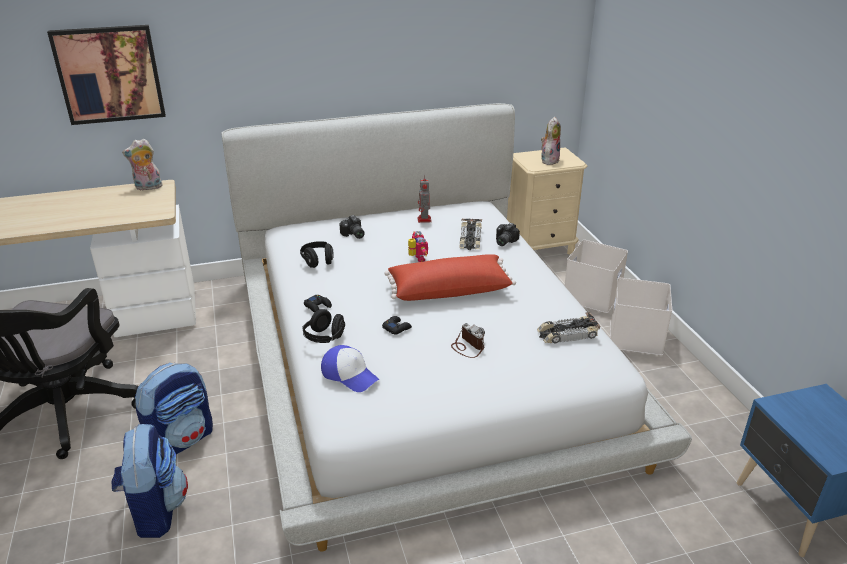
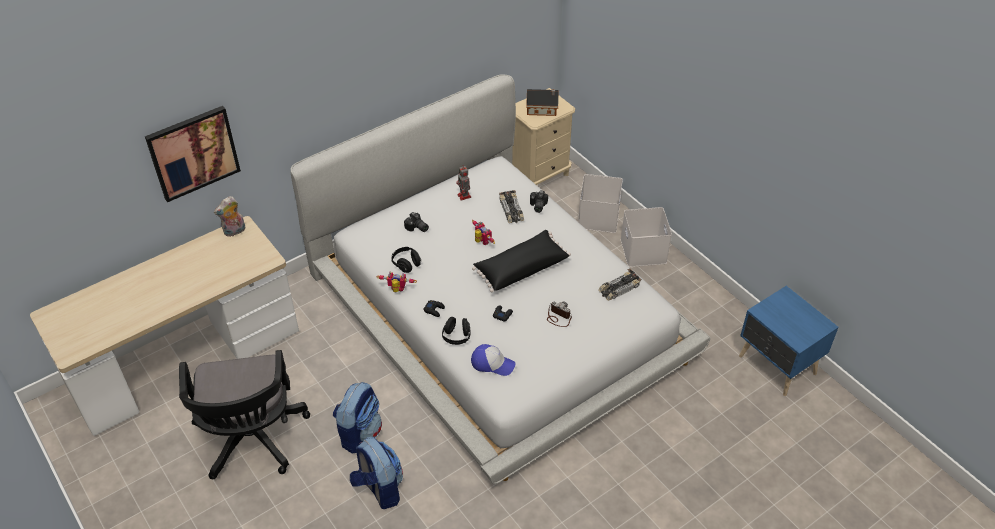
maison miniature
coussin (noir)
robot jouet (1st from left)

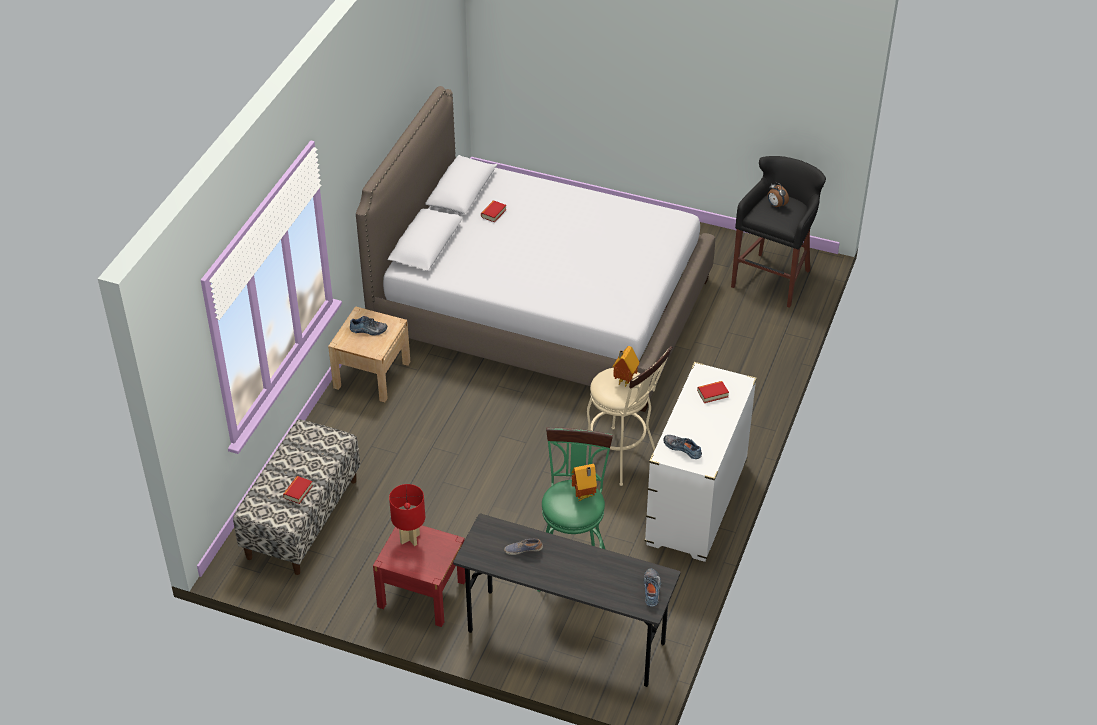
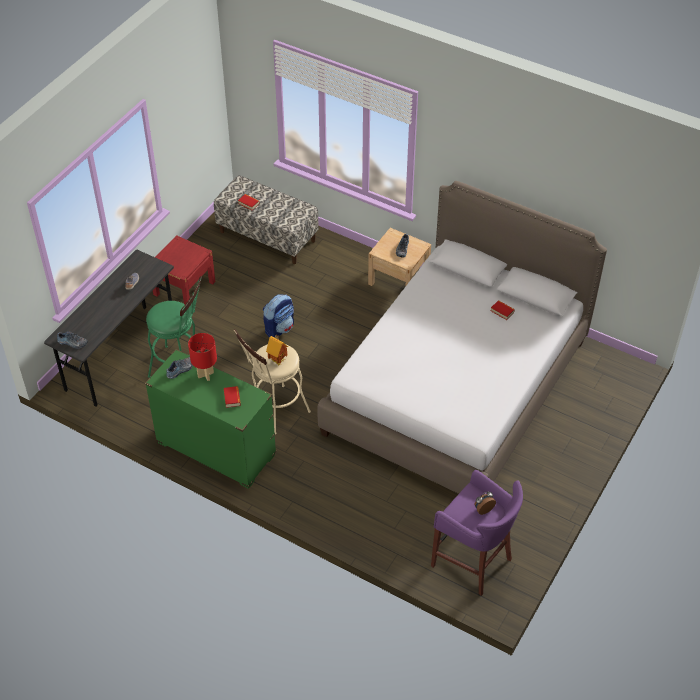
tabouret (violet)
commode (vert)
maison miniature (1st from left in the first image)
lampe de table (rouge)
sac à dos

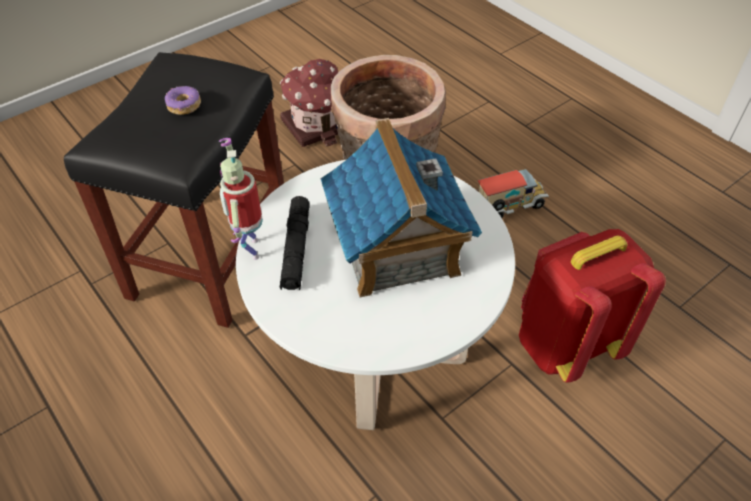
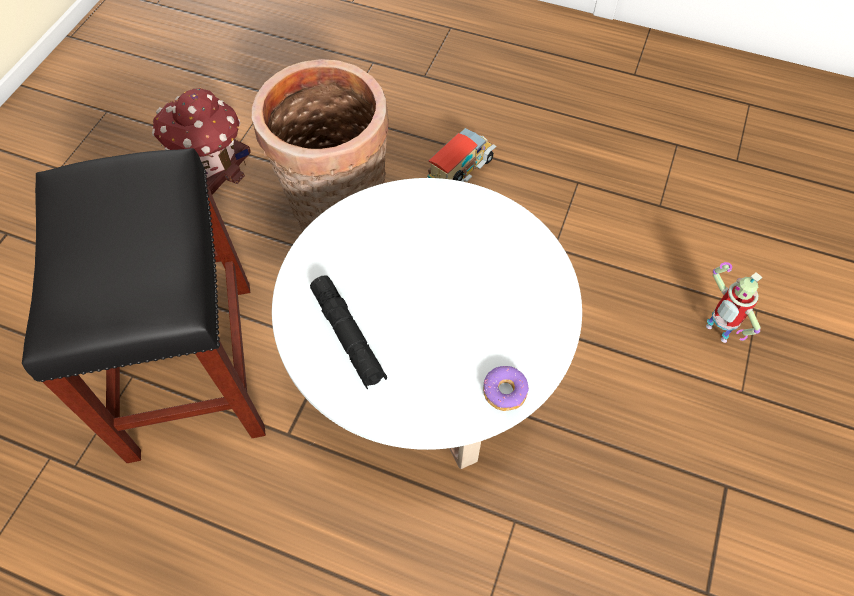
beignet
maison miniature (2nd from left in the first image)
robot jouet
sac à dos (rouge)

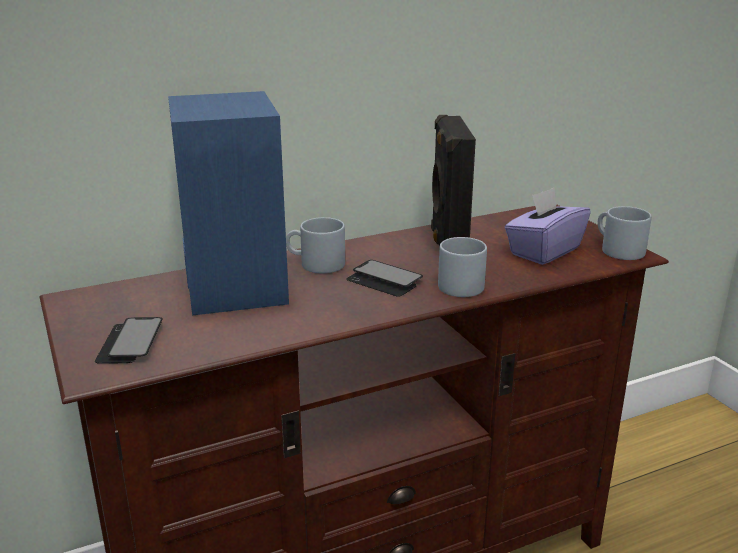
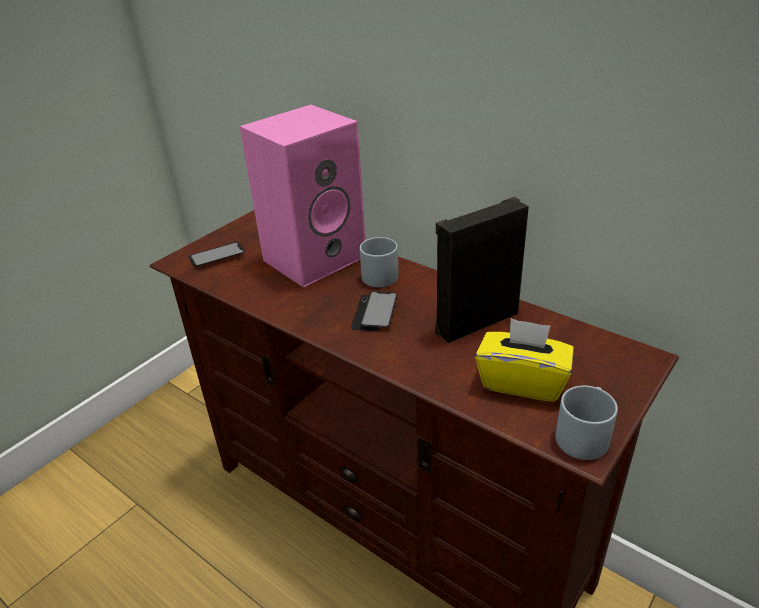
enceinte (rose)
boîte à mouchoirs (jaune)
mug (gris) (2nd from left in the first image)

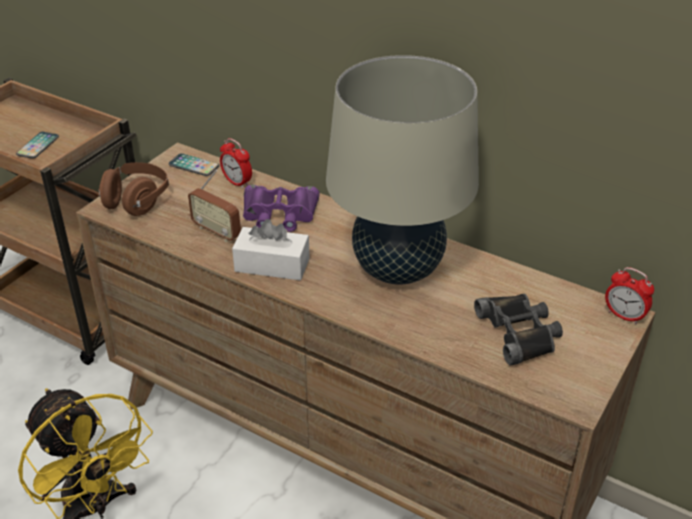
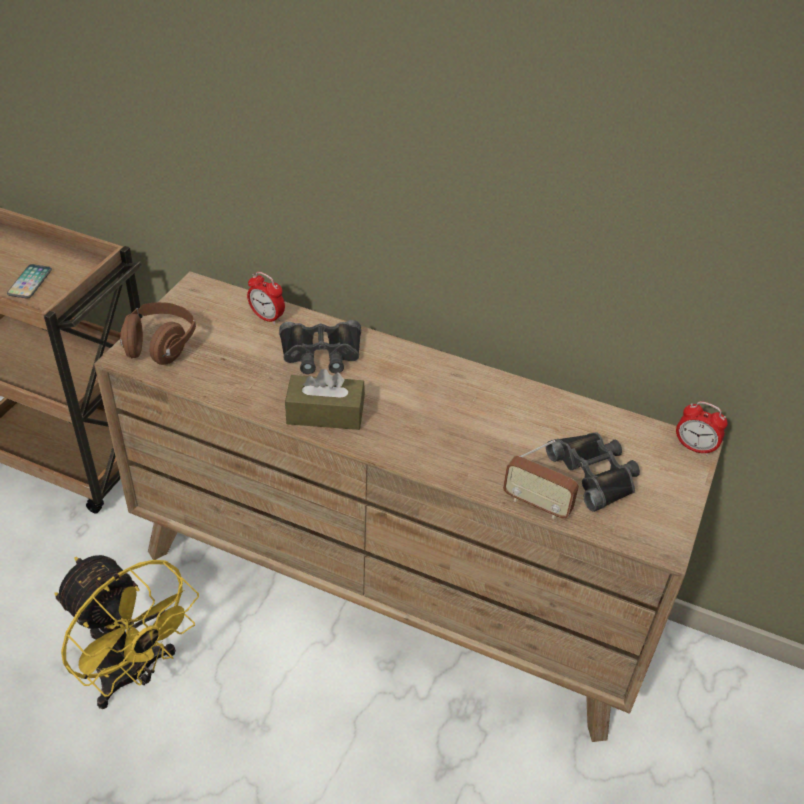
lampe de table (beige)
téléphone (2nd from left in the first image)
radio
jumelles (noir) (1st from left)
boîte à mouchoirs (marron)

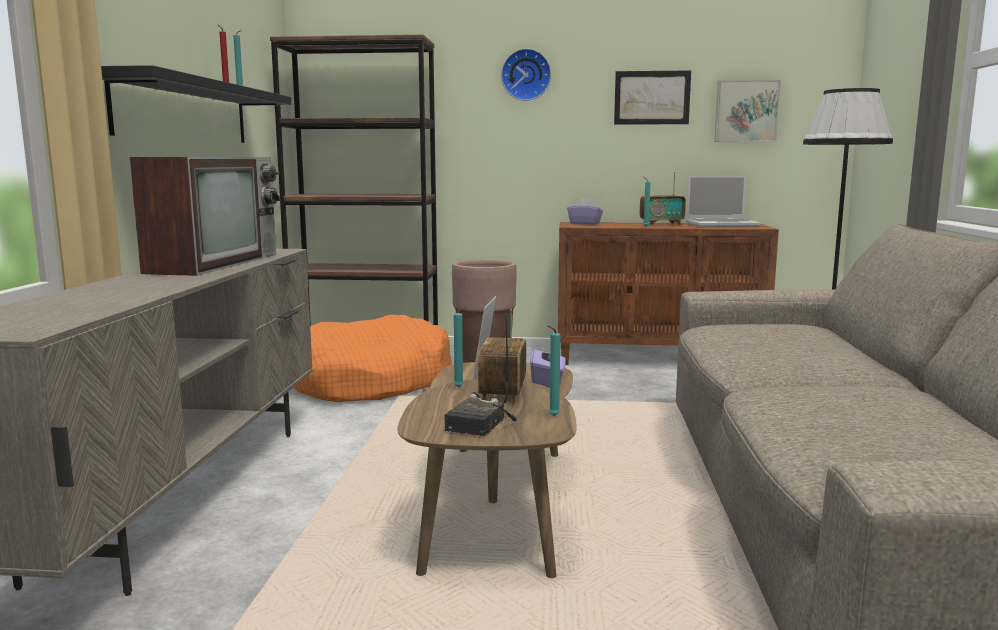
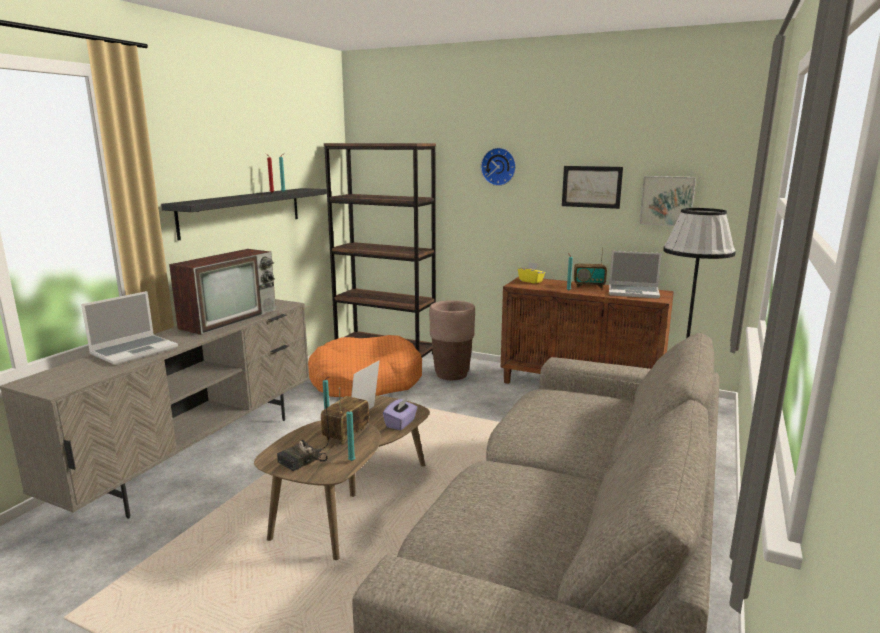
boîte à mouchoirs (jaune)
ordinateur portable (1st from left)

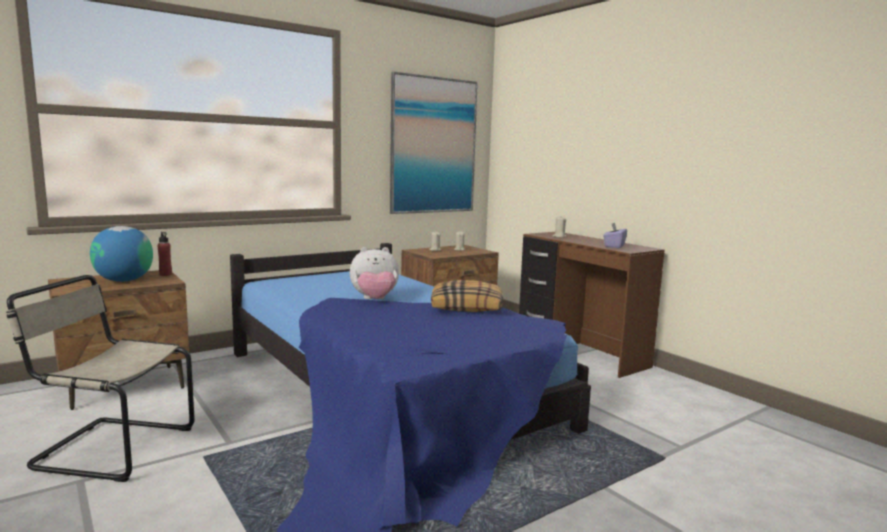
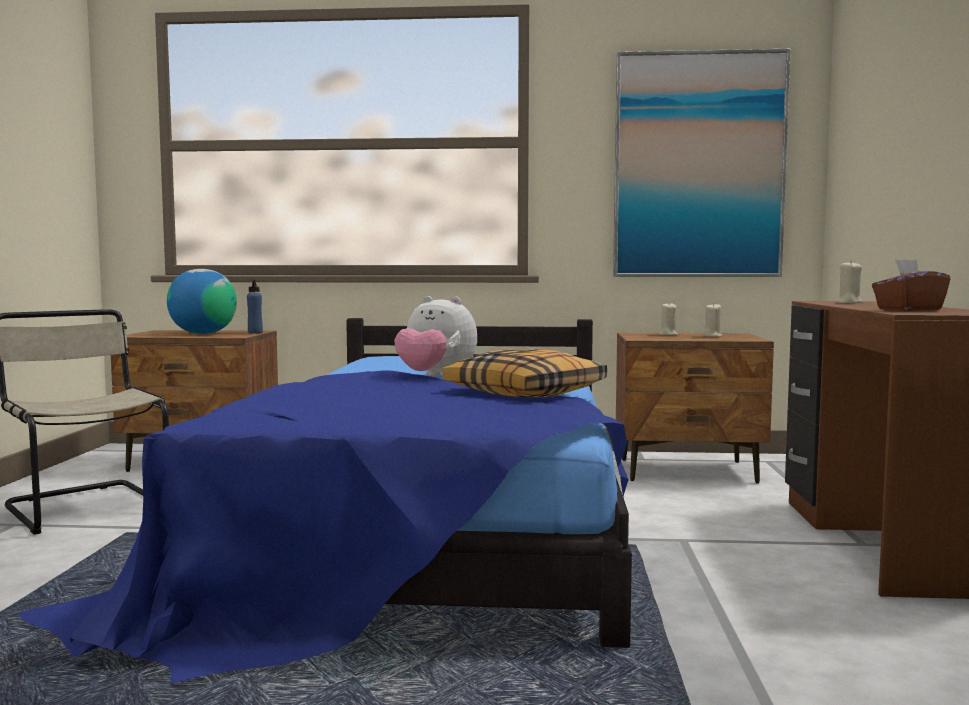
boîte à mouchoirs (marron)
bouteille (bleu)

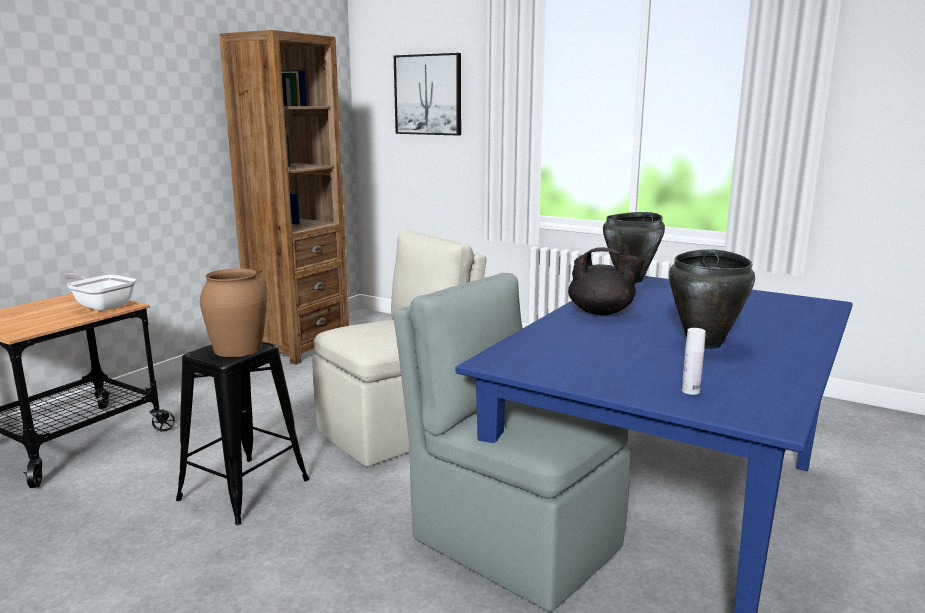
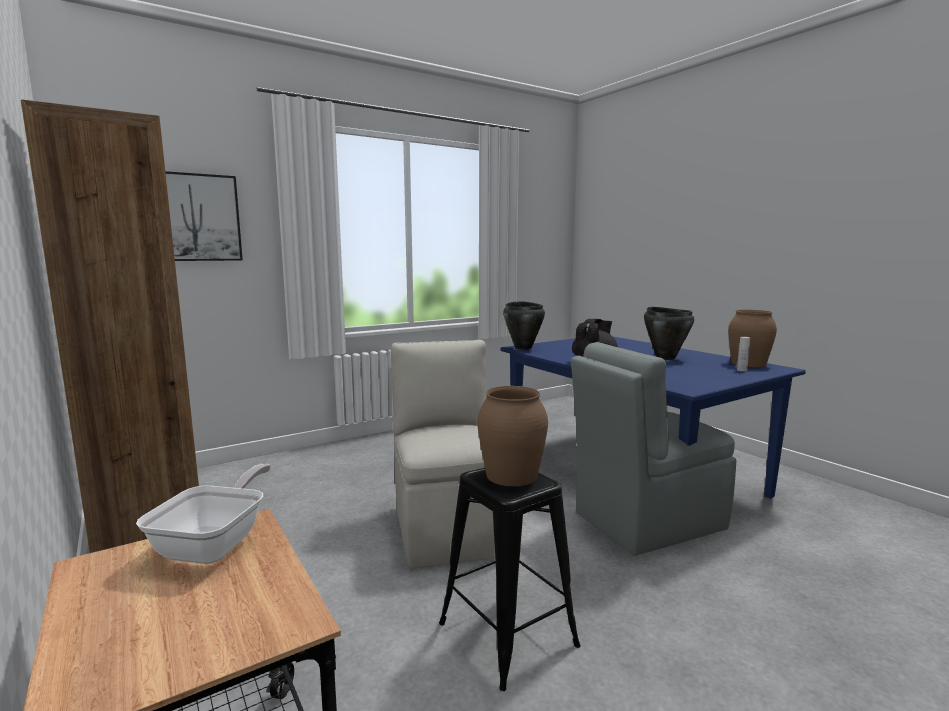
poêle
vase (marron) (2nd from left)

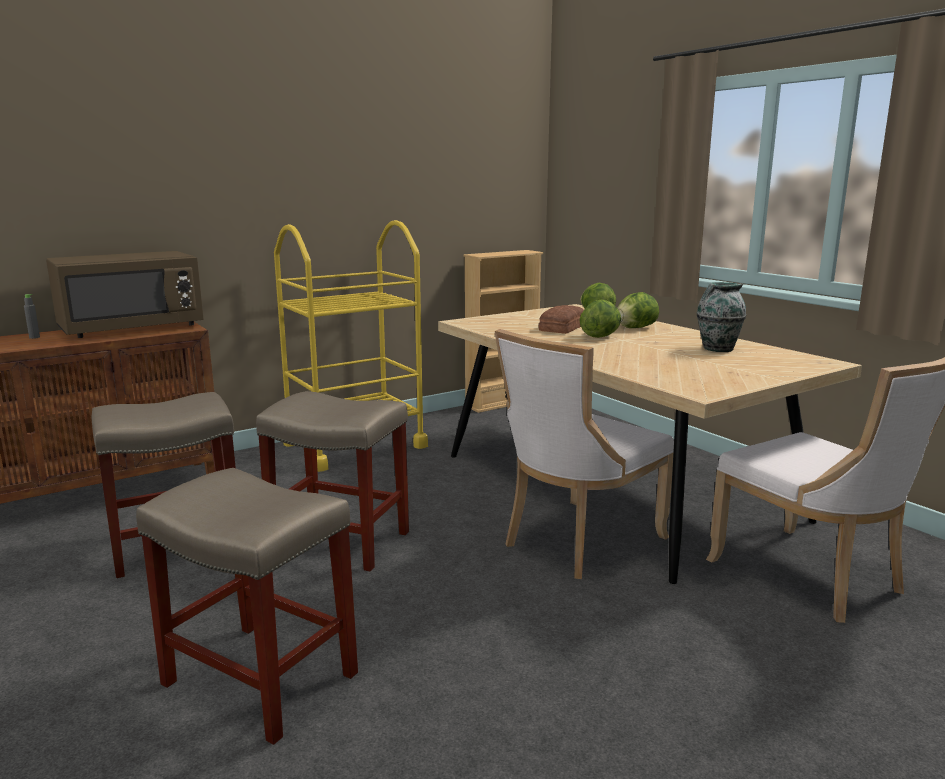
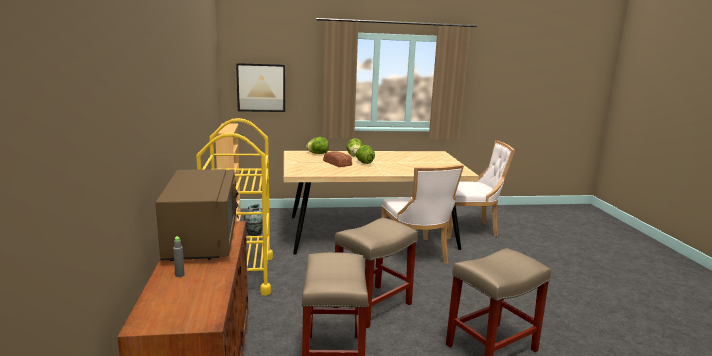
vase
tableau

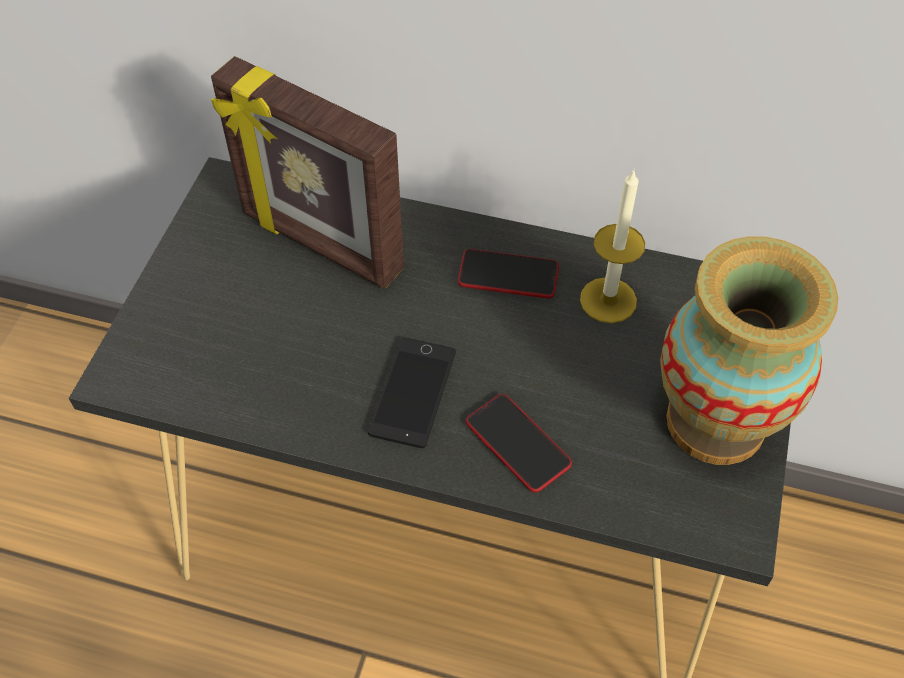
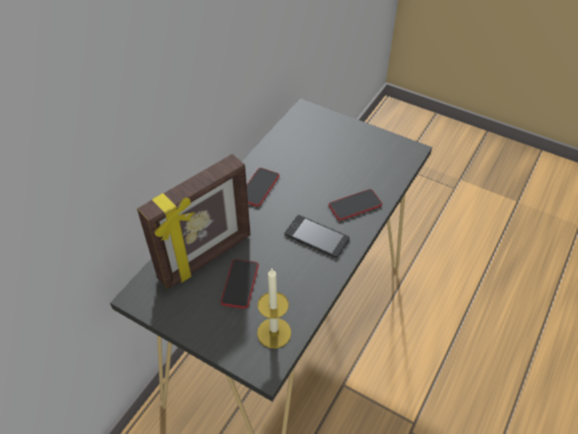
bougie
vase
téléphone (1st from left)

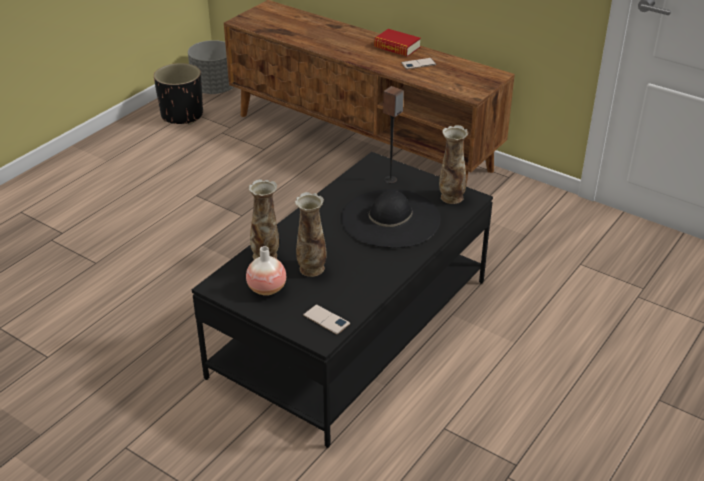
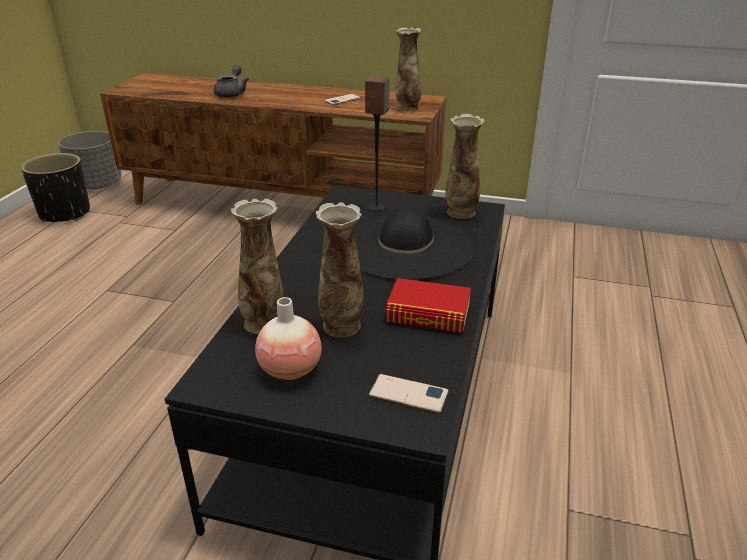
livre
vase (4th from left)
théière (gris)

